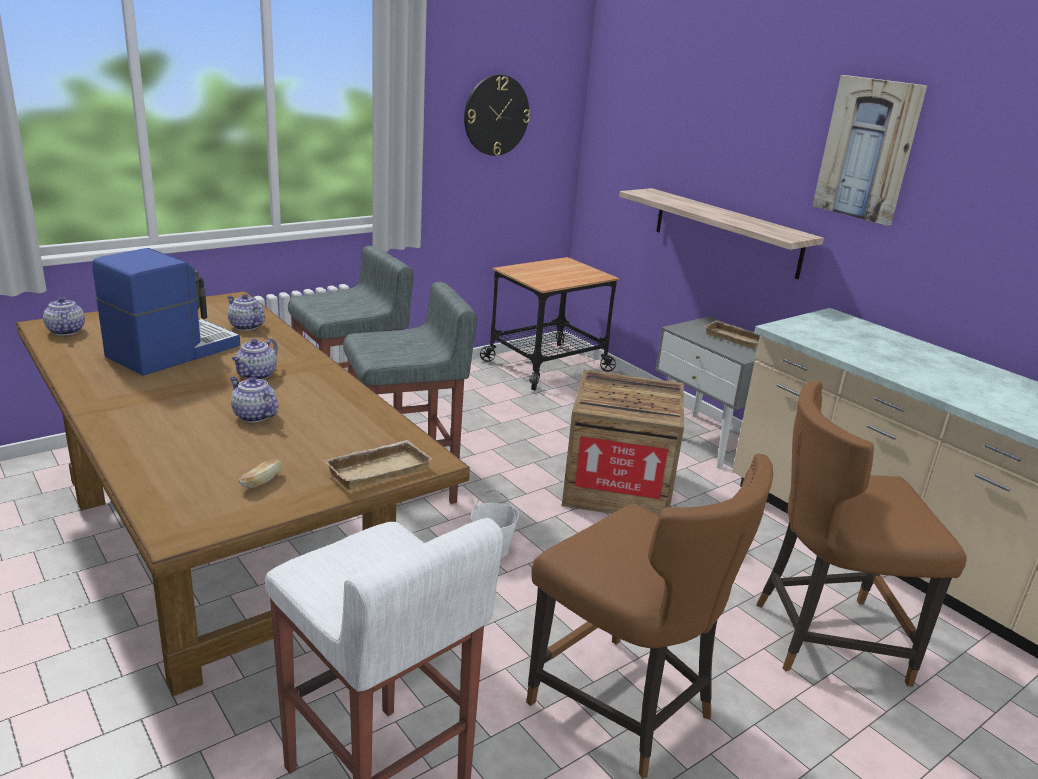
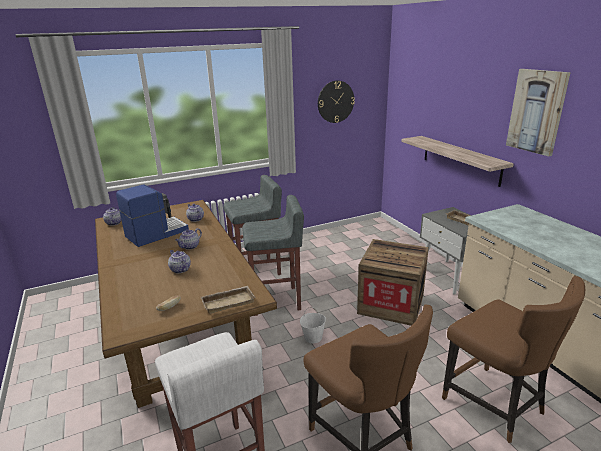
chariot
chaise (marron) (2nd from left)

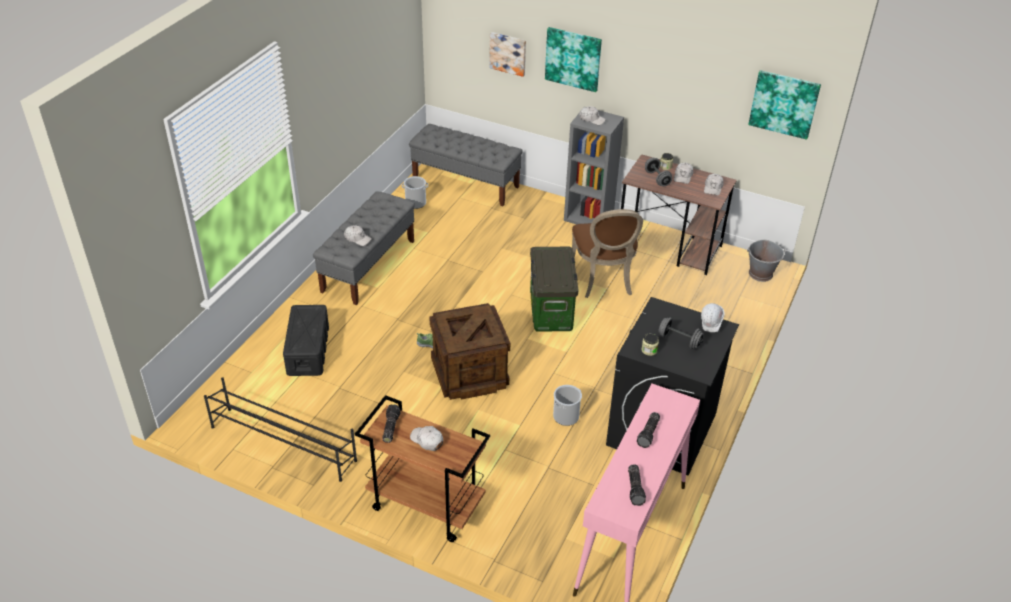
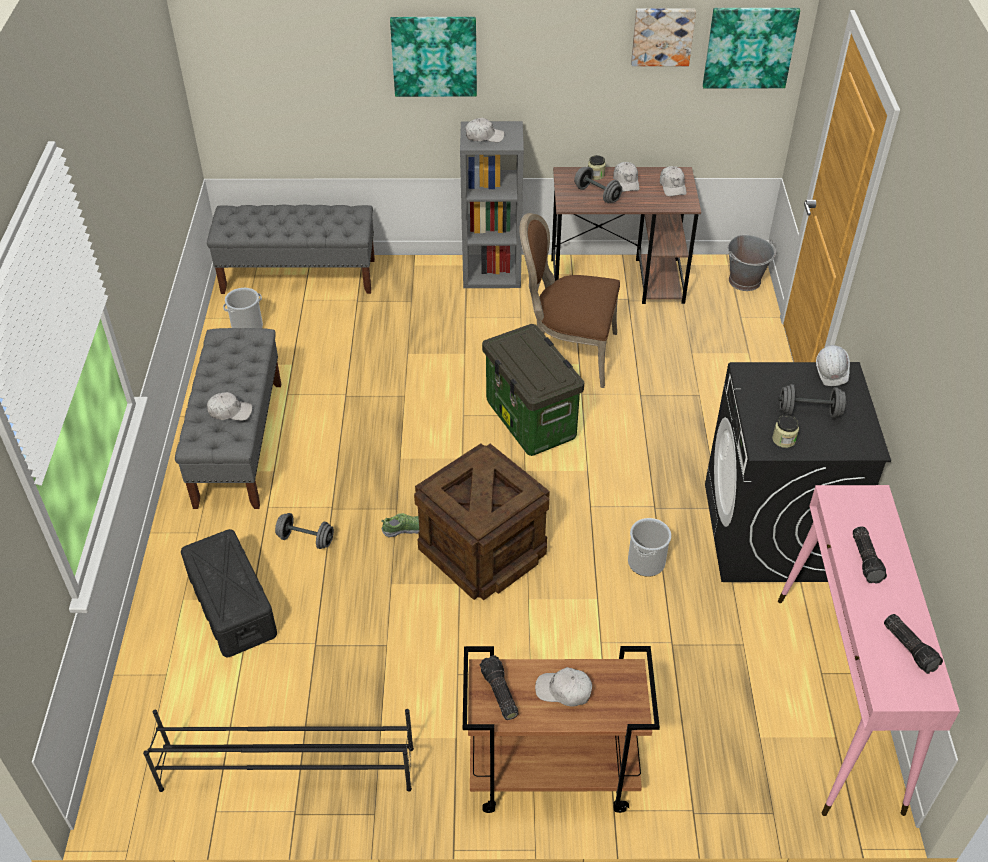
tableau (2nd from left)
chaise (marron)
haltère (gris) (1st from left)

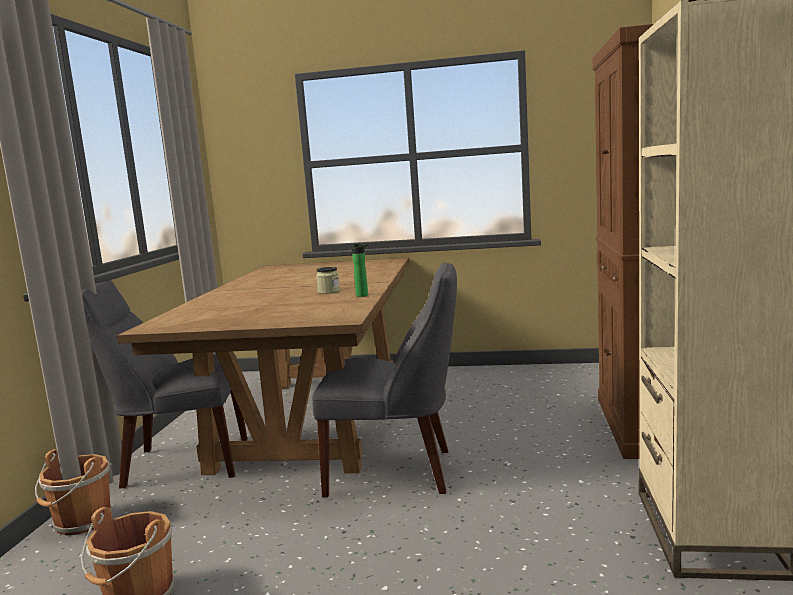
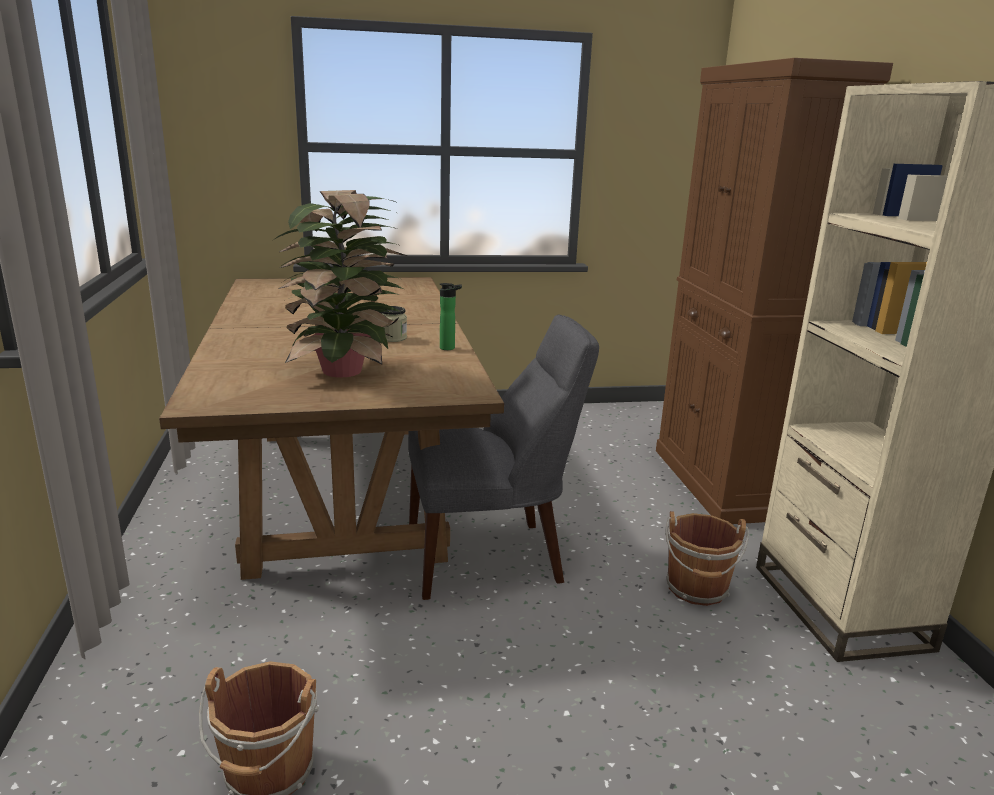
chaise (gris) (1st from left in the first image)
seau (marron) (2nd from left)
plante en pot

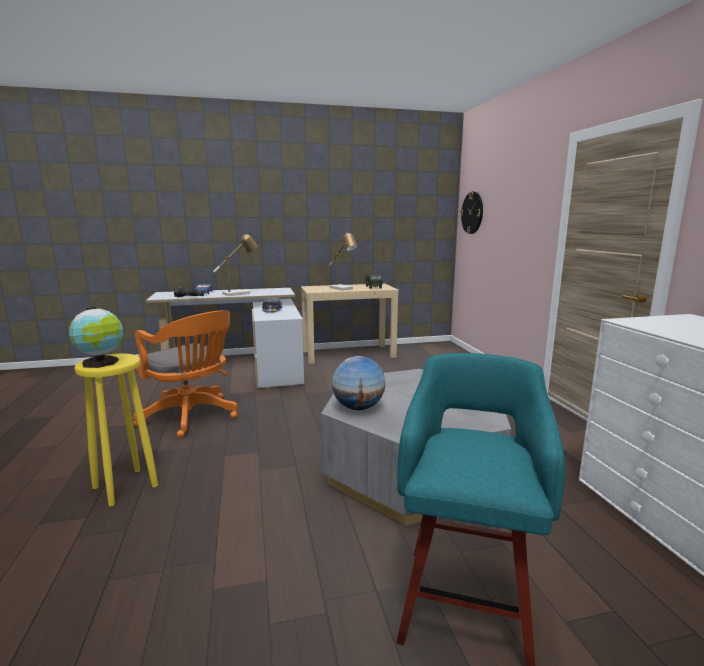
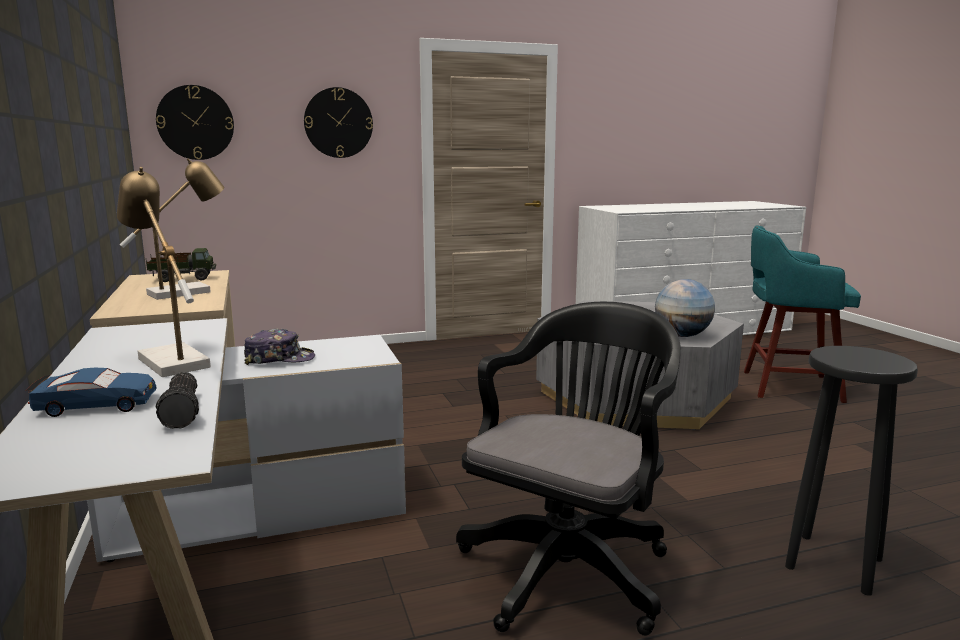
globe (1st from left in the first image)
chaise de bureau (noir)
tabouret (noir)
horloge murale (2nd from left)

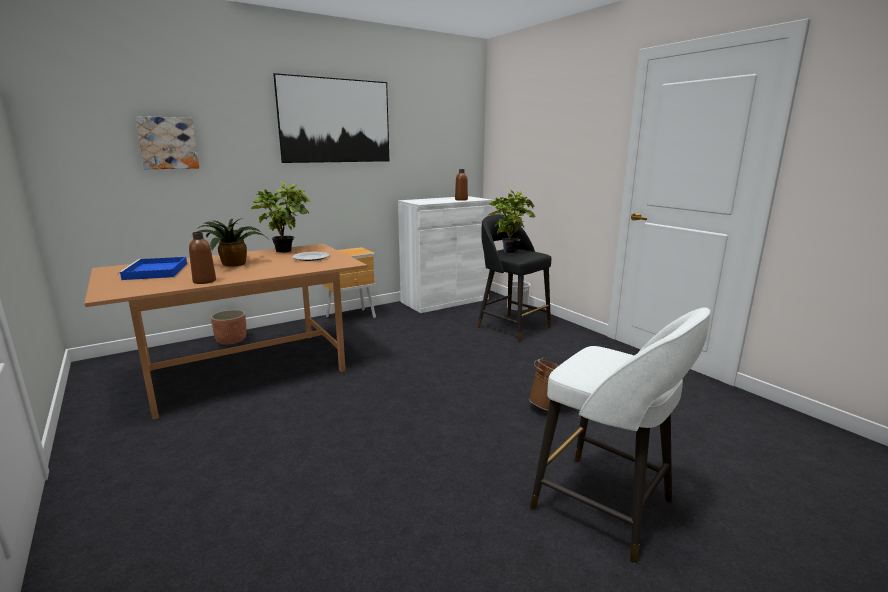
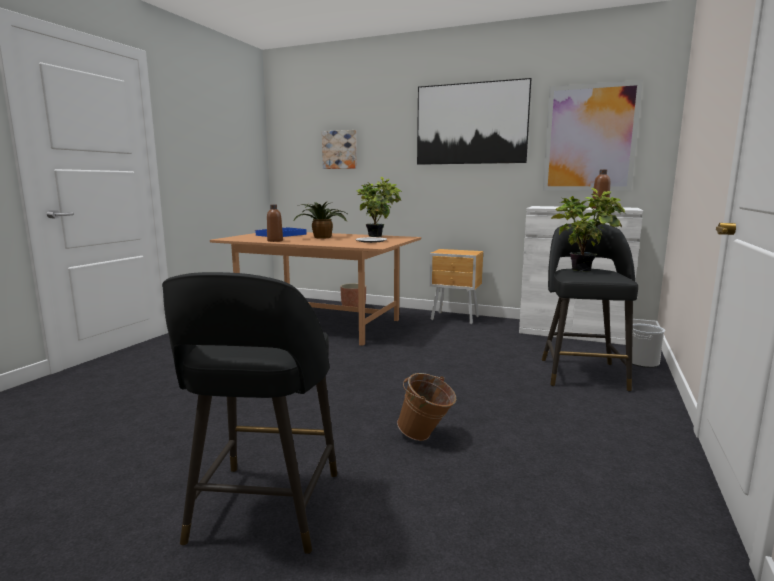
tabouret (noir) (1st from left)
tableau (3rd from left)

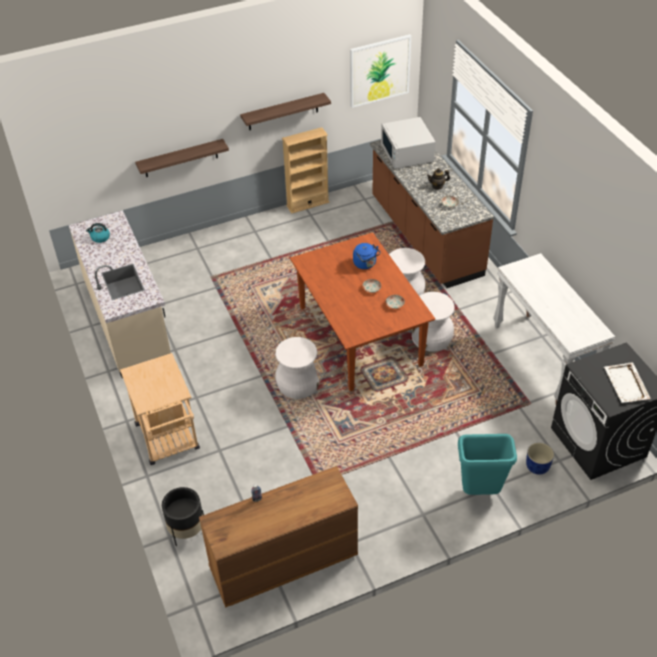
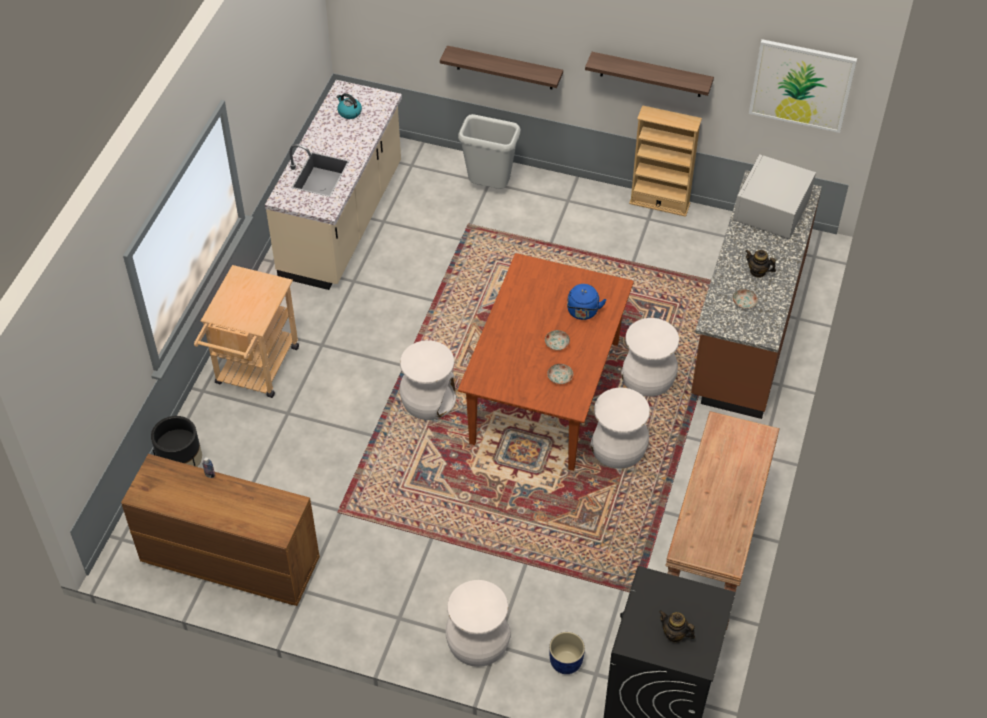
table console (marron)
théière (1st from left)
tabouret (blanc) (2nd from left)
poubelle (gris)

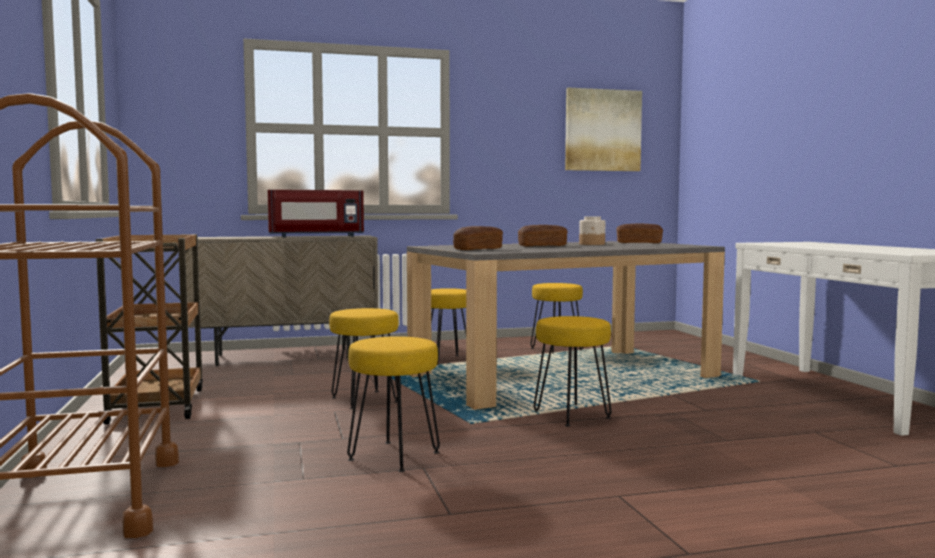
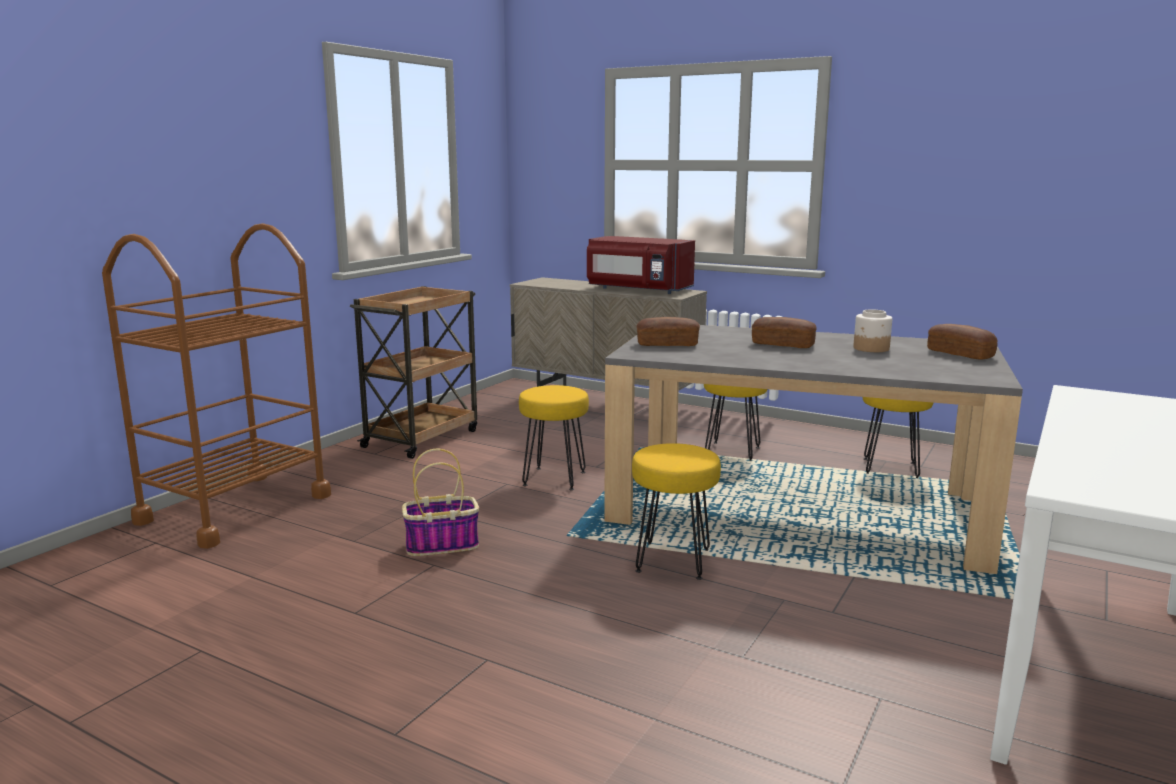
tableau
panier

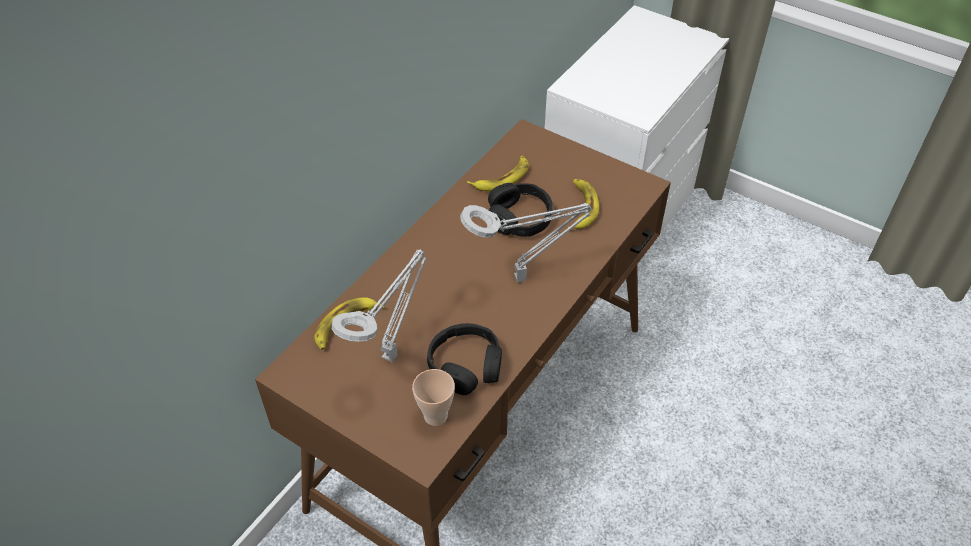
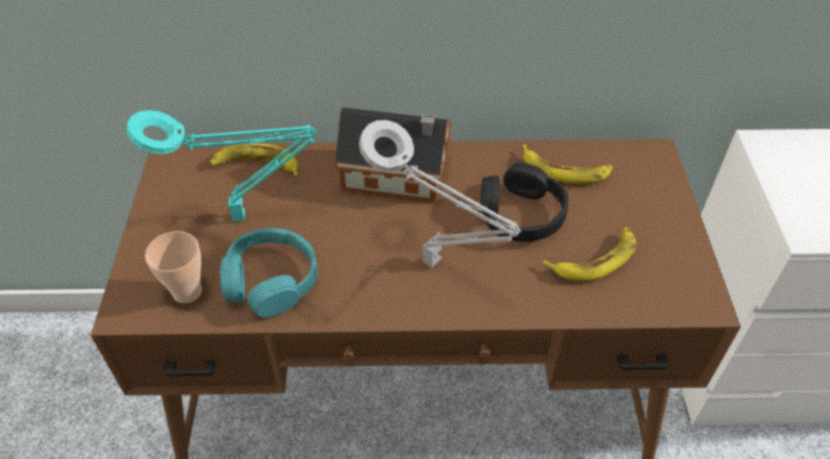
lampe de table (turquoise)
casque audio (turquoise)
maison miniature

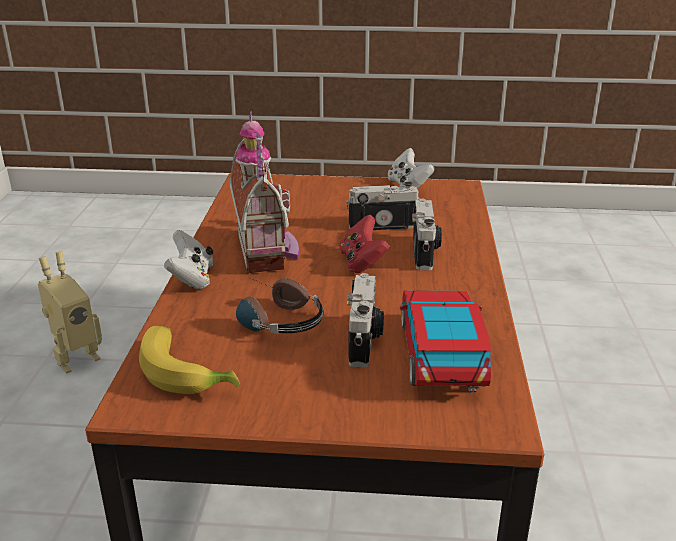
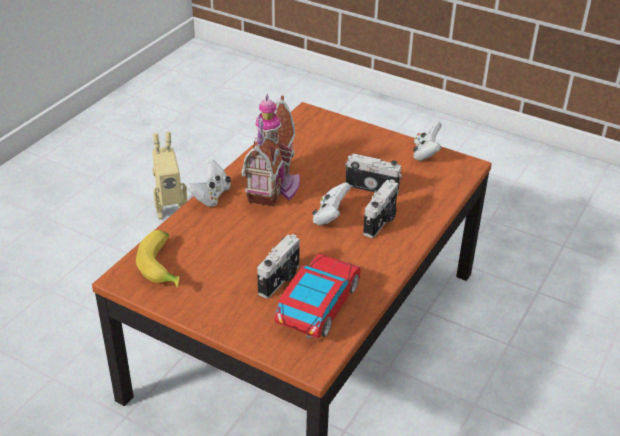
manette (blanc) (2nd from left)
casque audio

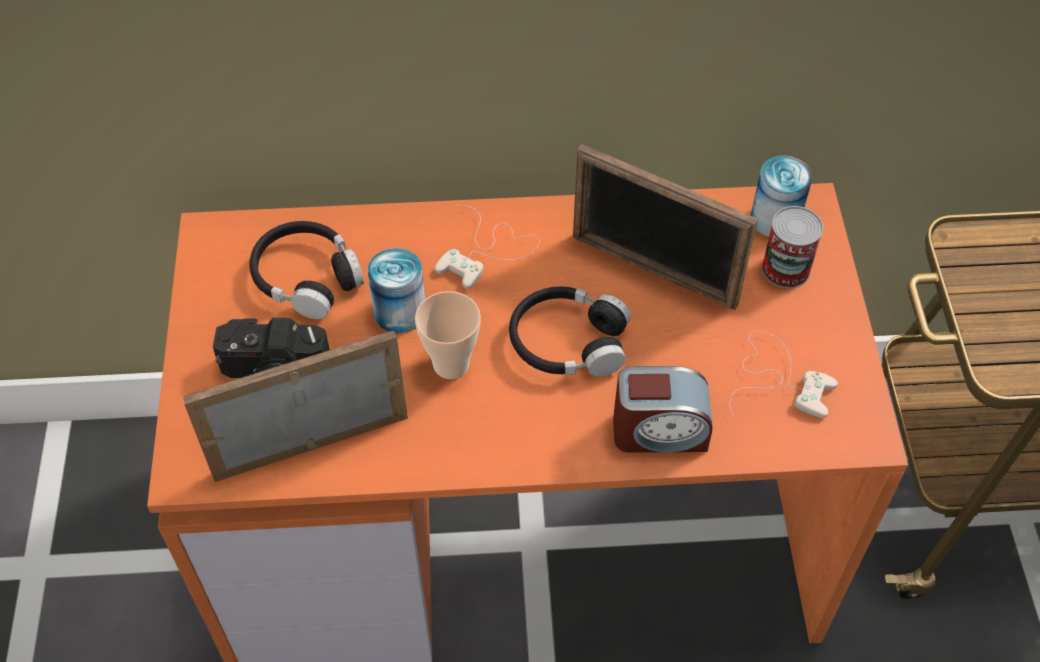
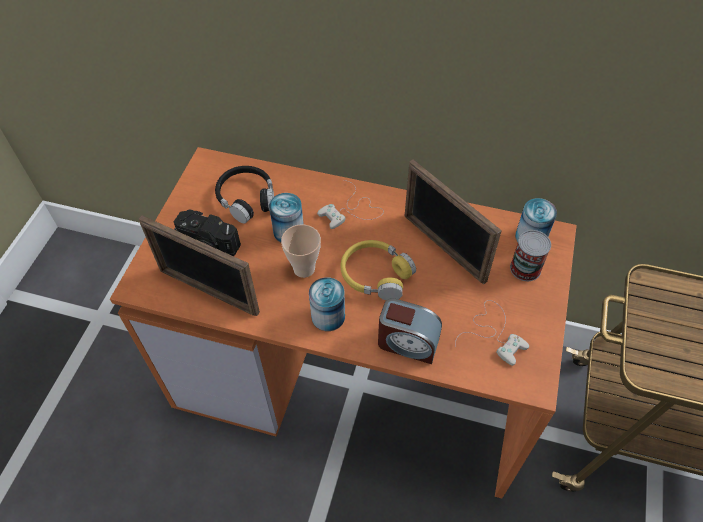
casque audio (jaune)
cadre photo (1st from left)
boîte métallique (2nd from left)

